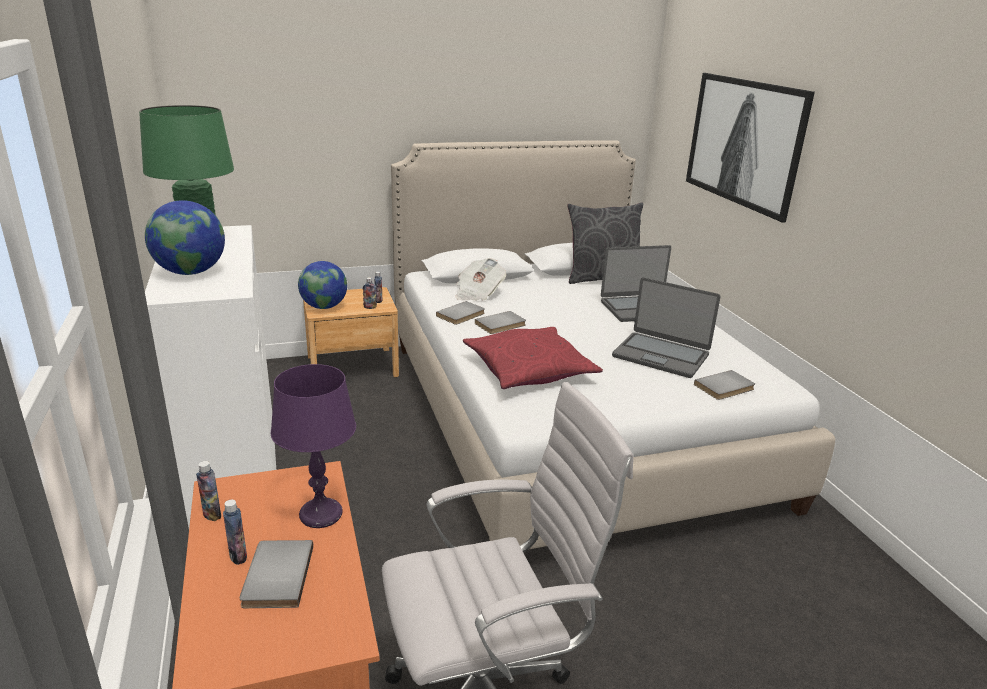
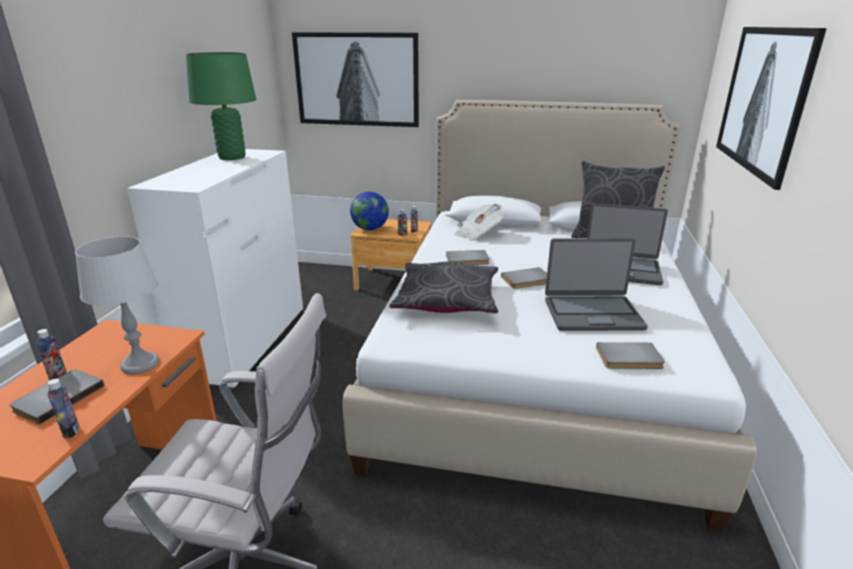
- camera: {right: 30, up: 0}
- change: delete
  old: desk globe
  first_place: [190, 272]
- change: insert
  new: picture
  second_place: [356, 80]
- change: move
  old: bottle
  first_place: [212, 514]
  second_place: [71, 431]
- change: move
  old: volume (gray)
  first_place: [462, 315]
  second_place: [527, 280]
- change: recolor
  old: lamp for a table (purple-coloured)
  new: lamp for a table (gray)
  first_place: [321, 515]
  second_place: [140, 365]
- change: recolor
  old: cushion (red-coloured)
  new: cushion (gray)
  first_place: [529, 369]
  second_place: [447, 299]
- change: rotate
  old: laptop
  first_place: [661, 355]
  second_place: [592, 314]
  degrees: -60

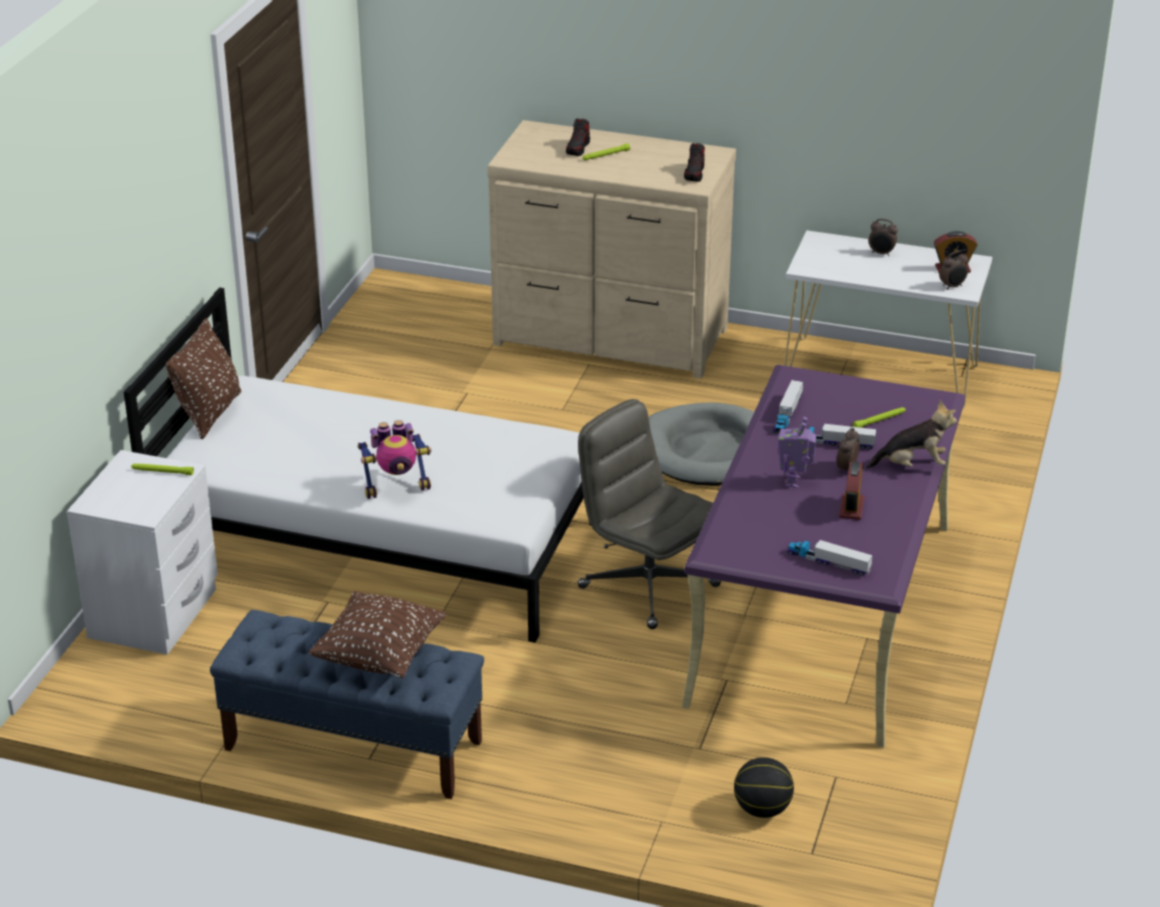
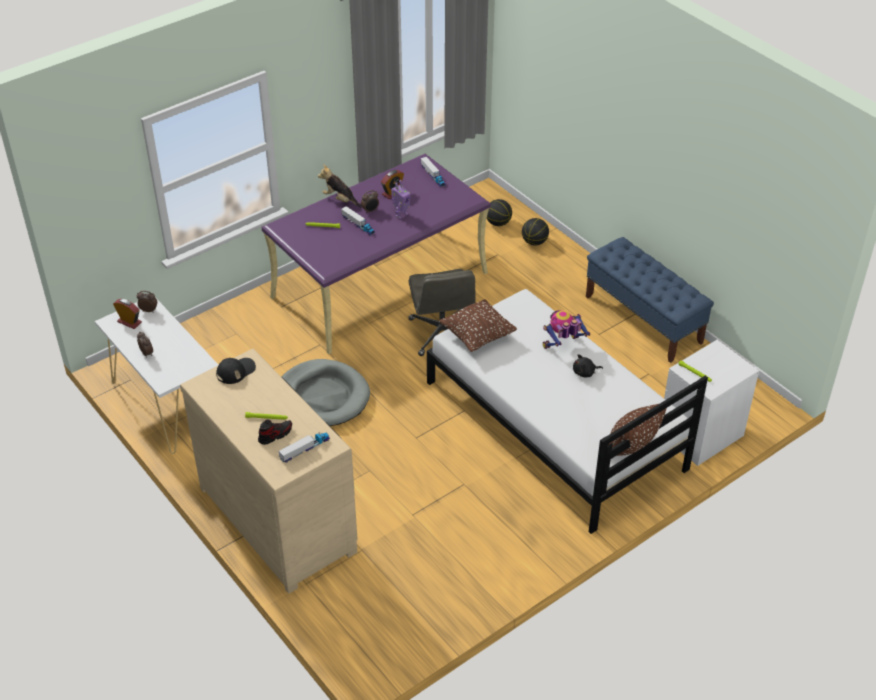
- camera: {right: -145, up: 10}
- change: insert
  new: ball for basketball
  second_place: [534, 242]
- change: insert
  new: cuddly toy (black)
  second_place: [585, 373]
- change: move
  old: cushion (brown-coloured)
  first_place: [379, 656]
  second_place: [477, 336]
- change: move
  old: toy lorry
  first_place: [787, 415]
  second_place: [305, 449]
- change: replace
  old: item of footwear
  new: cap (black)
  first_place: [694, 174]
  second_place: [236, 371]
- change: rotate
  old: model robot
  first_place: [396, 487]
  second_place: [563, 345]
  degrees: -45

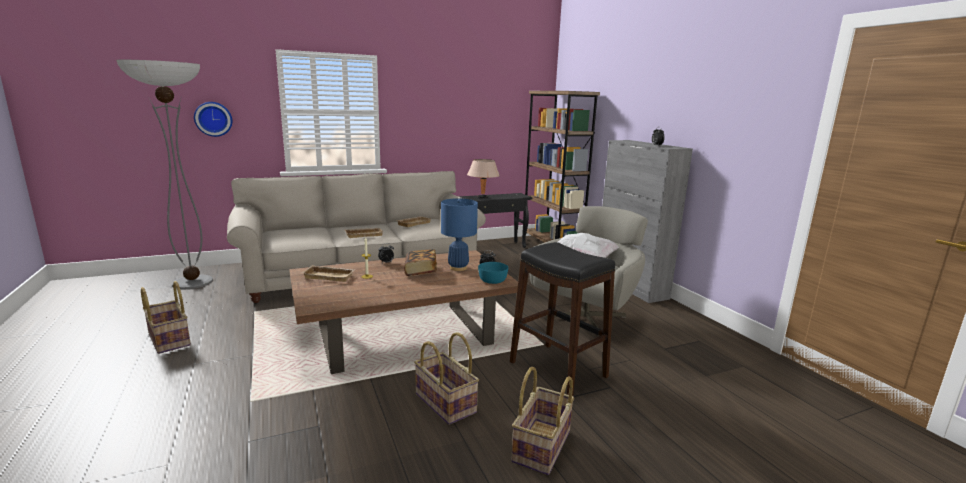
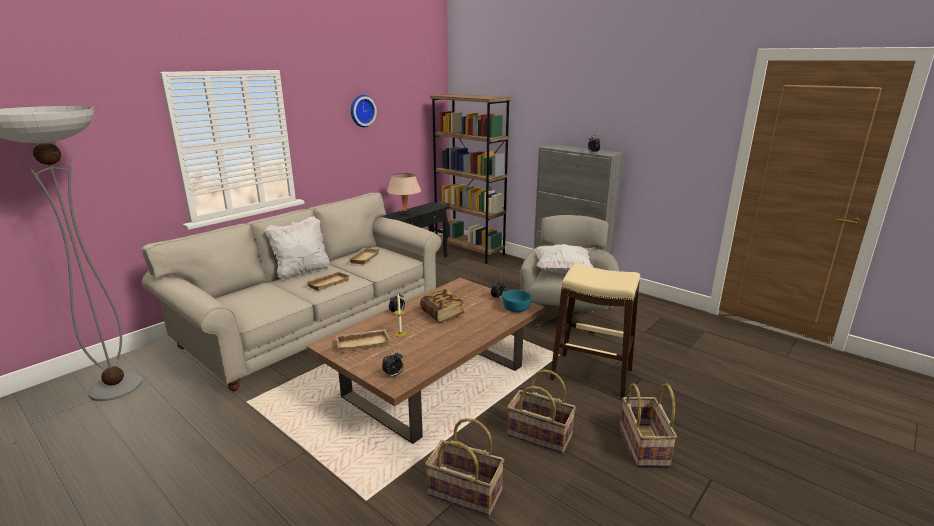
- camera: {right: -25, up: 5}
- change: delete
  old: lamp for a table (blue)
  first_place: [458, 268]
- change: insert
  new: cushion (white-coloured)
  second_place: [302, 272]
- change: insert
  new: table clock
  second_place: [393, 375]
- change: move
  old: storage basket
  first_place: [168, 340]
  second_place: [463, 493]
- change: move
  old: clock on the wall
  first_place: [213, 119]
  second_place: [361, 111]
- change: recolor
  old: stool (black)
  new: stool (sand-coloured)
  first_place: [557, 369]
  second_place: [591, 374]

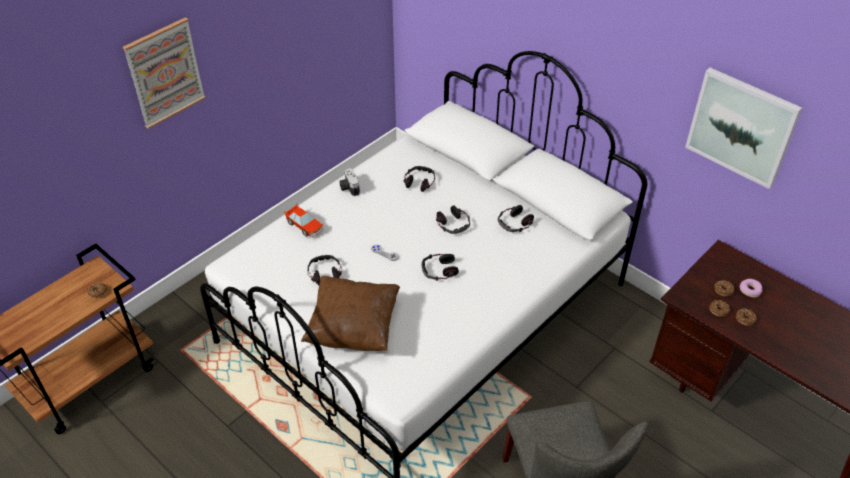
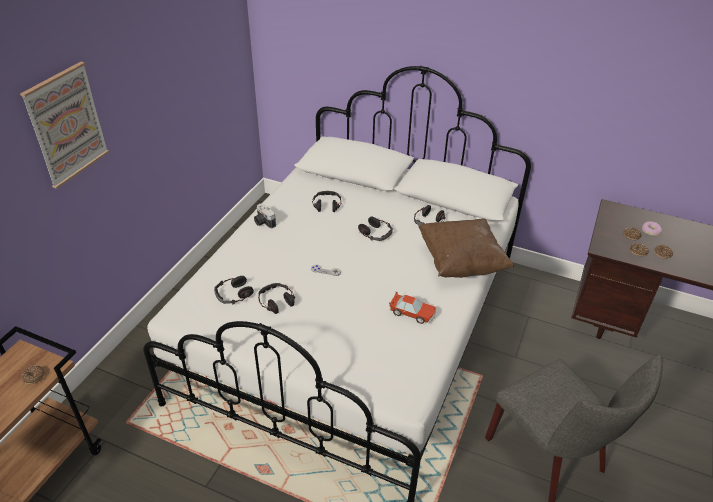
- camera: {right: -20, up: -5}
- change: delete
  old: picture
  first_place: [741, 127]
- change: move
  old: model car
  first_place: [305, 226]
  second_place: [412, 313]
- change: move
  old: cushion (brown-coloured)
  first_place: [353, 328]
  second_place: [461, 262]
- change: move
  old: pair of headphones
  first_place: [439, 270]
  second_place: [233, 294]

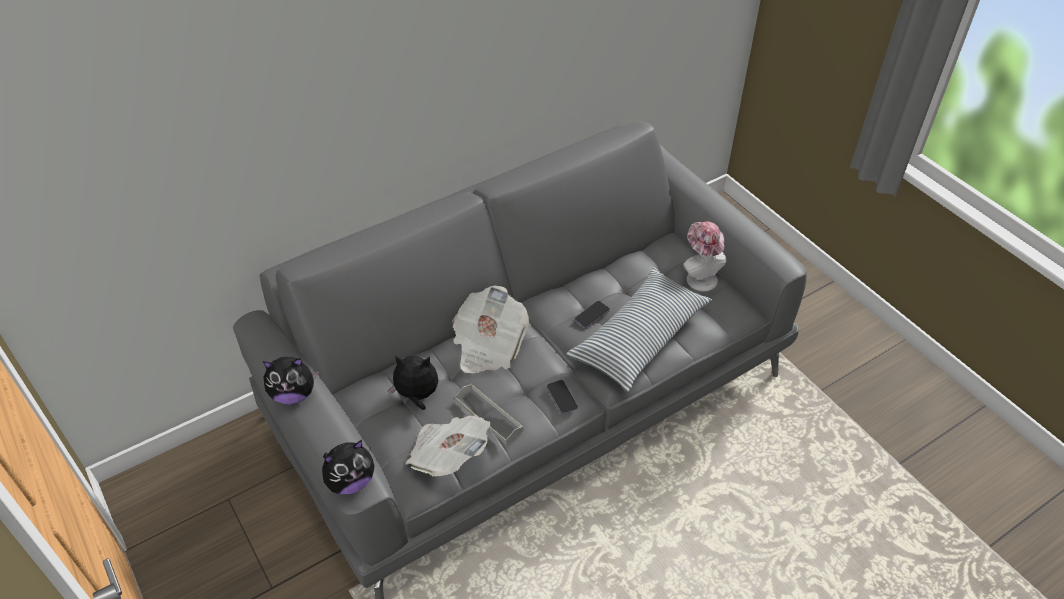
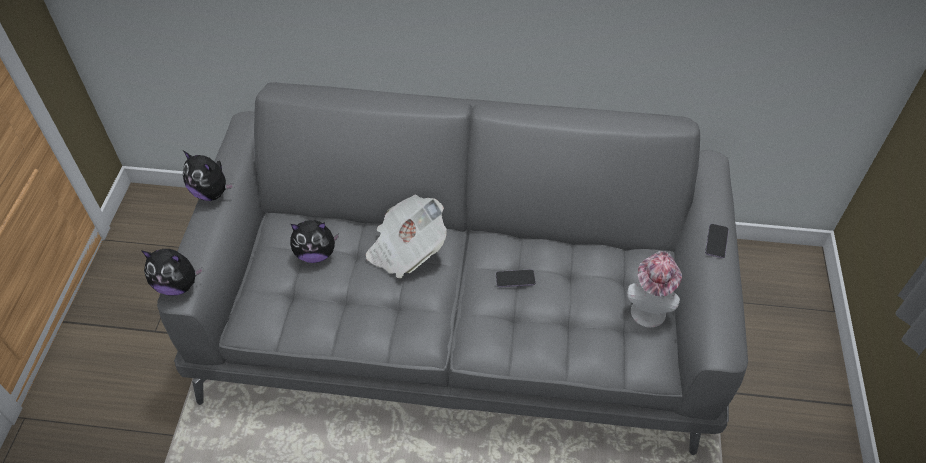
- camera: {right: 40, up: 5}
- change: delete
  old: daily paper
  first_place: [448, 456]
- change: delete
  old: tray (gray)
  first_place: [488, 416]
- change: delete
  old: cushion
  first_place: [639, 338]
- change: move
  old: phone
  first_place: [562, 397]
  second_place: [716, 241]
- change: rotate
  old: cuddly toy
  first_place: [417, 396]
  second_place: [316, 254]
  degrees: 135

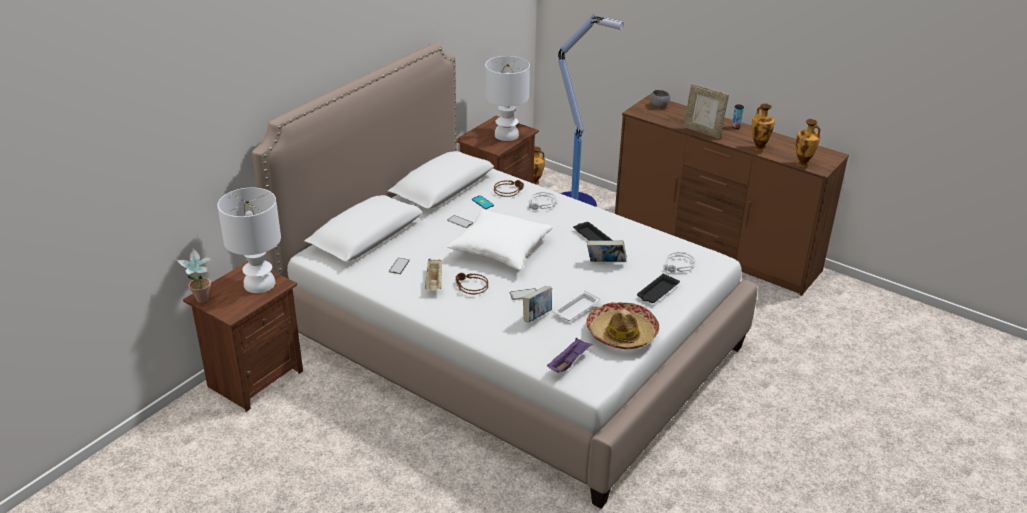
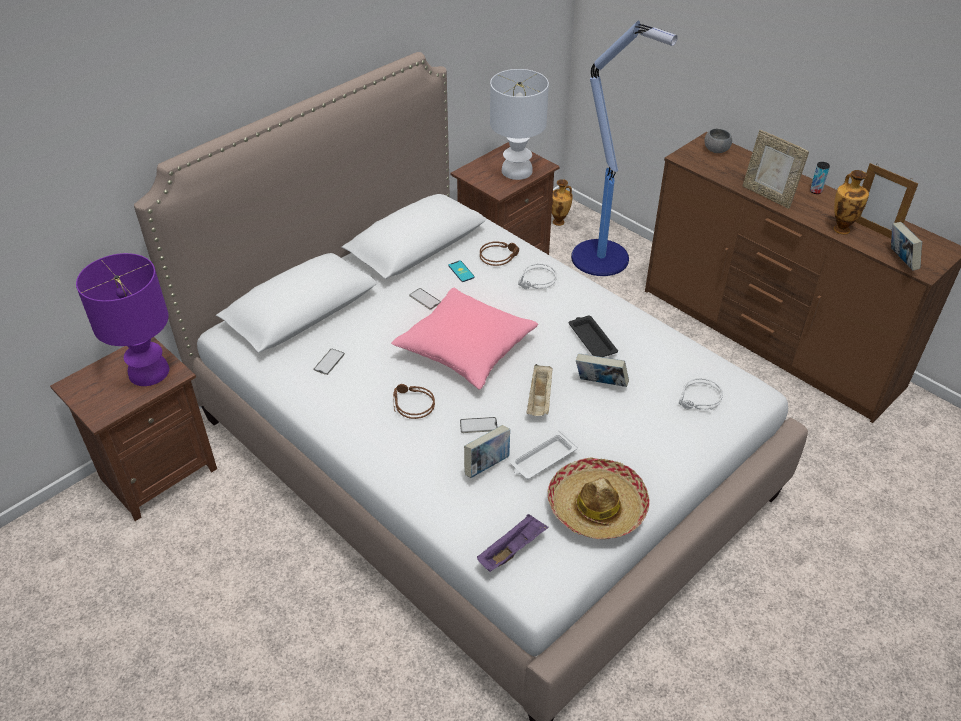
- camera: {right: 10, up: 10}
- change: delete
  old: potted plant
  first_place: [202, 302]
- change: delete
  old: tray (black)
  first_place: [657, 292]
- change: insert
  new: picture frame
  second_place: [873, 230]
- change: move
  old: tray (sand-coloured)
  first_place: [434, 282]
  second_place: [540, 399]
- change: replace
  old: decorative vase
  new: volume
  first_place: [803, 164]
  second_place: [900, 261]
- change: recolor
  old: lamp for a table (white-coloured)
  new: lamp for a table (purple-coloured)
  first_place: [259, 284]
  second_place: [148, 373]
- change: recolor
  old: cushion (white-coloured)
  new: cushion (pink-coloured)
  first_place: [500, 250]
  second_place: [465, 349]

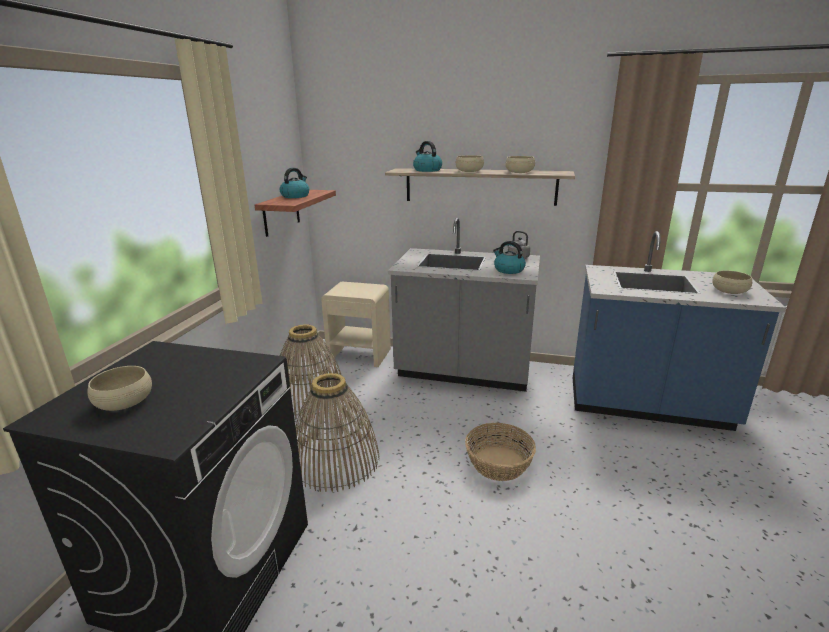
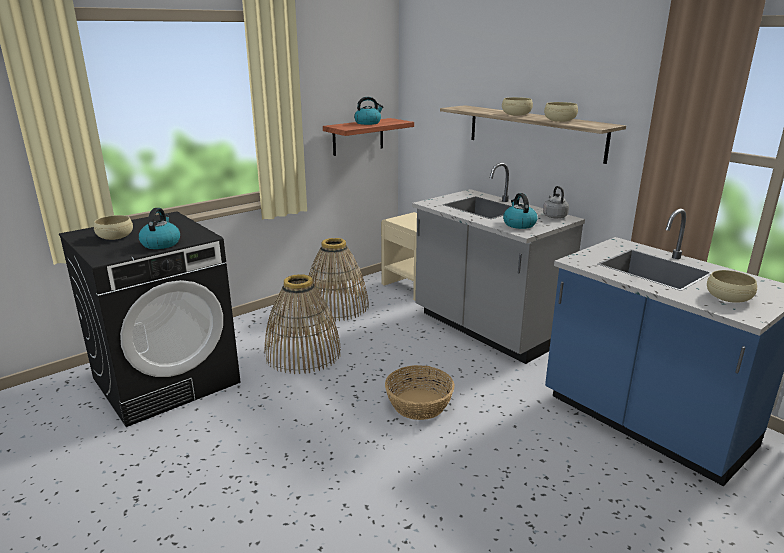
- camera: {right: 35, up: 0}
- change: move
  old: tea kettle
  first_place: [427, 170]
  second_place: [161, 243]

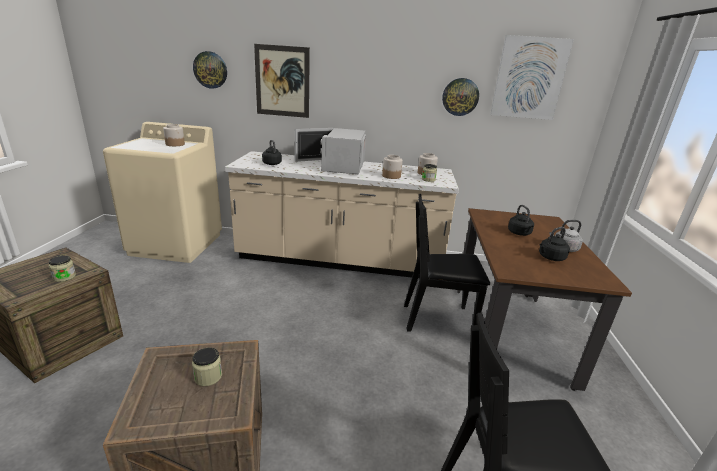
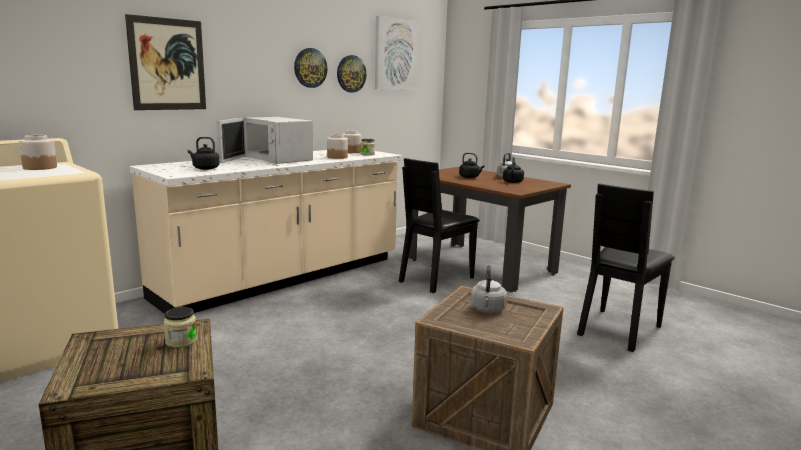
- camera: {right: -50, up: -10}
- change: move
  old: clock on the wall
  first_place: [210, 70]
  second_place: [310, 68]
- change: replace
  old: jar
  new: tea kettle (gray)
  first_place: [208, 376]
  second_place: [487, 310]

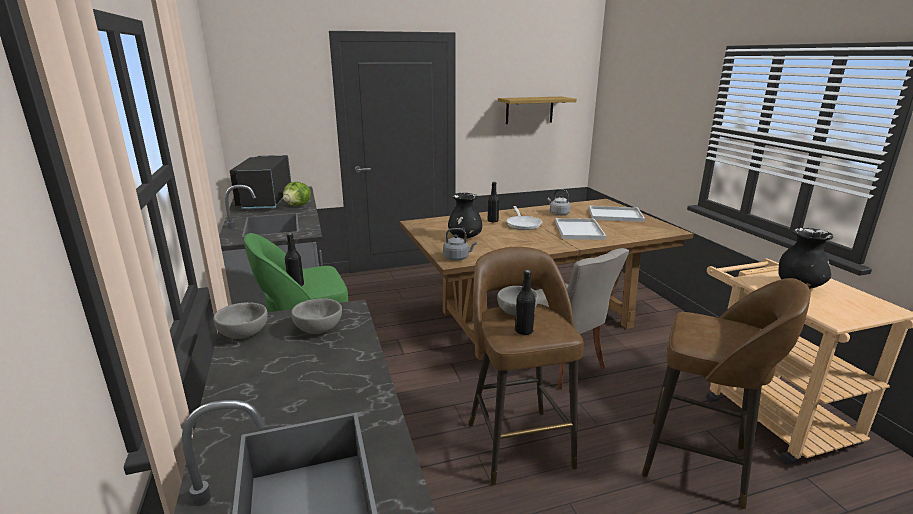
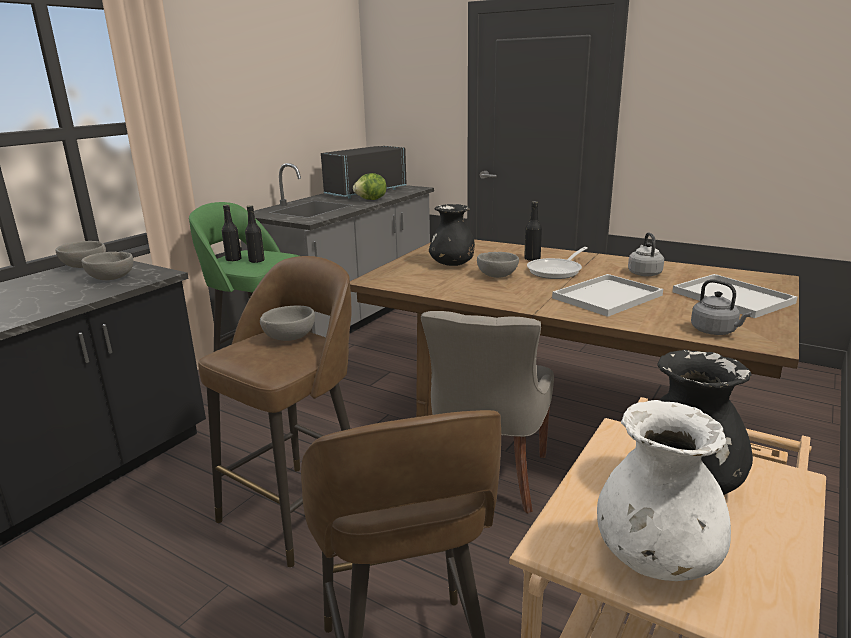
- camera: {right: 50, up: 0}
- change: delete
  old: wall shelf
  first_place: [529, 110]
- change: insert
  new: deep dish (gray)
  second_place: [496, 276]
- change: insert
  new: decorative vase (white-coloured)
  second_place: [655, 558]
- change: move
  old: tea kettle (gray)
  first_place: [457, 258]
  second_place: [715, 331]
- change: move
  old: bottle (black)
  first_place: [524, 331]
  second_place: [256, 261]

